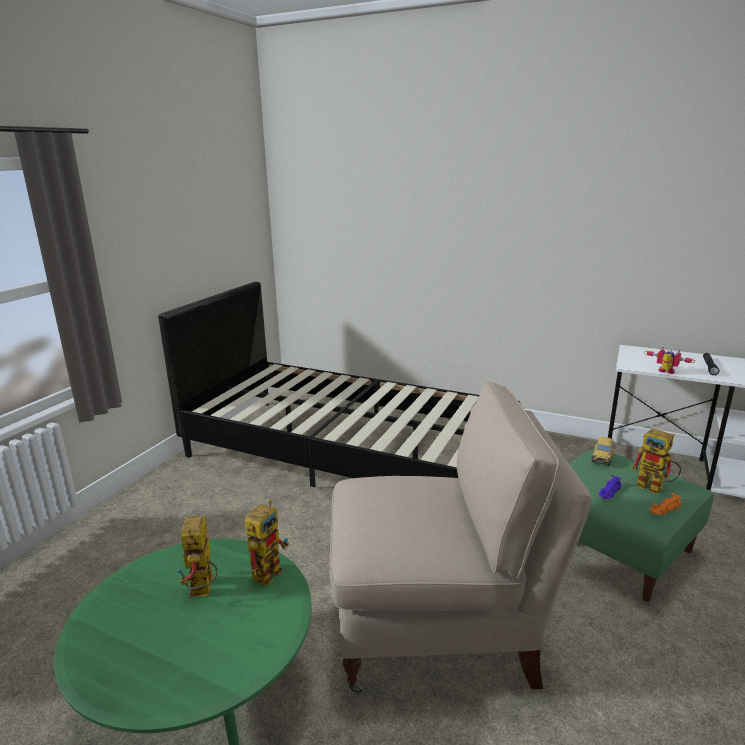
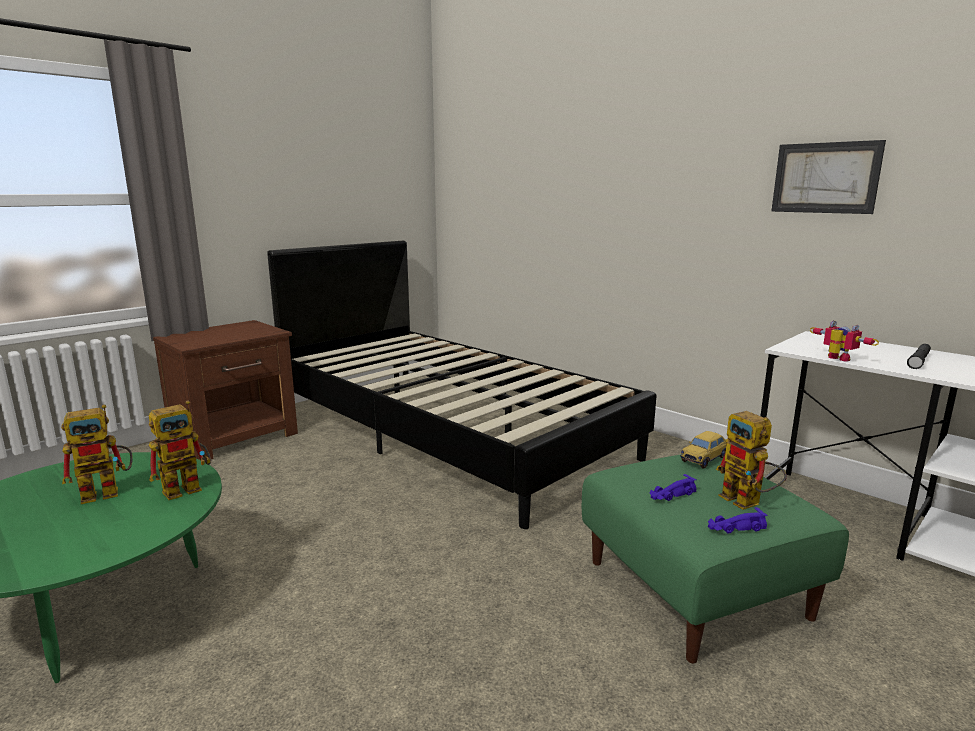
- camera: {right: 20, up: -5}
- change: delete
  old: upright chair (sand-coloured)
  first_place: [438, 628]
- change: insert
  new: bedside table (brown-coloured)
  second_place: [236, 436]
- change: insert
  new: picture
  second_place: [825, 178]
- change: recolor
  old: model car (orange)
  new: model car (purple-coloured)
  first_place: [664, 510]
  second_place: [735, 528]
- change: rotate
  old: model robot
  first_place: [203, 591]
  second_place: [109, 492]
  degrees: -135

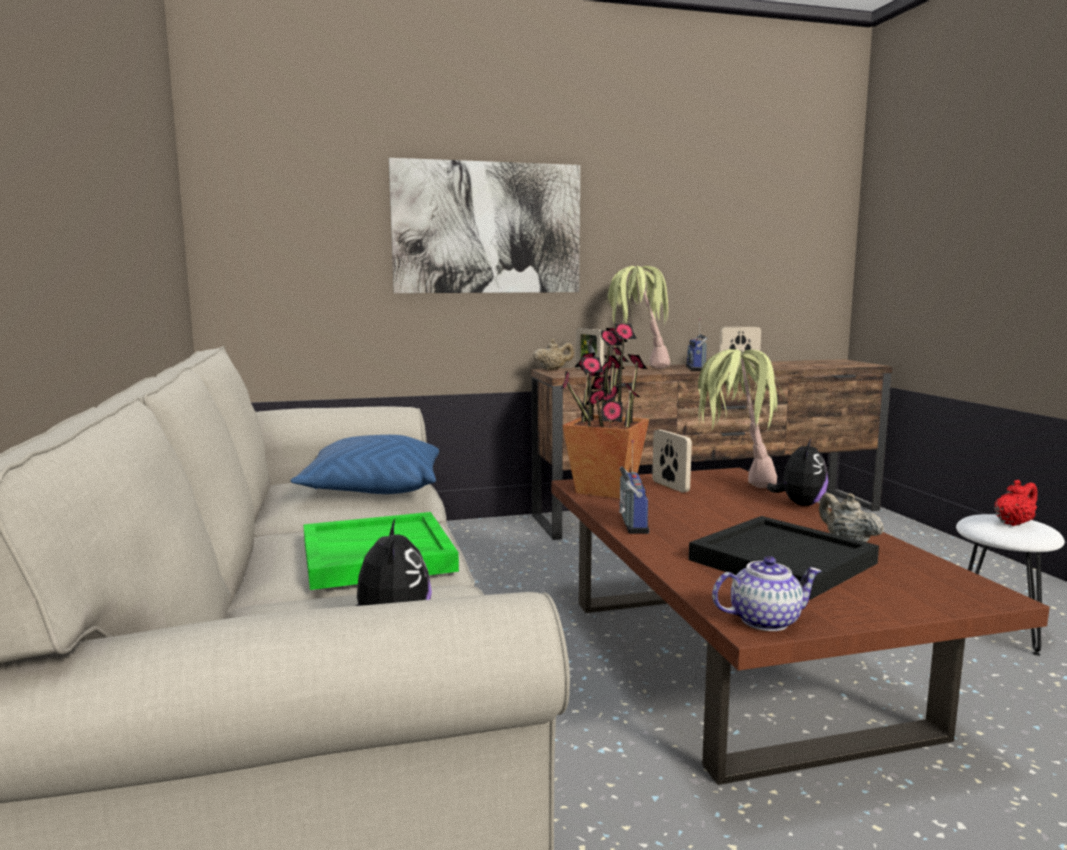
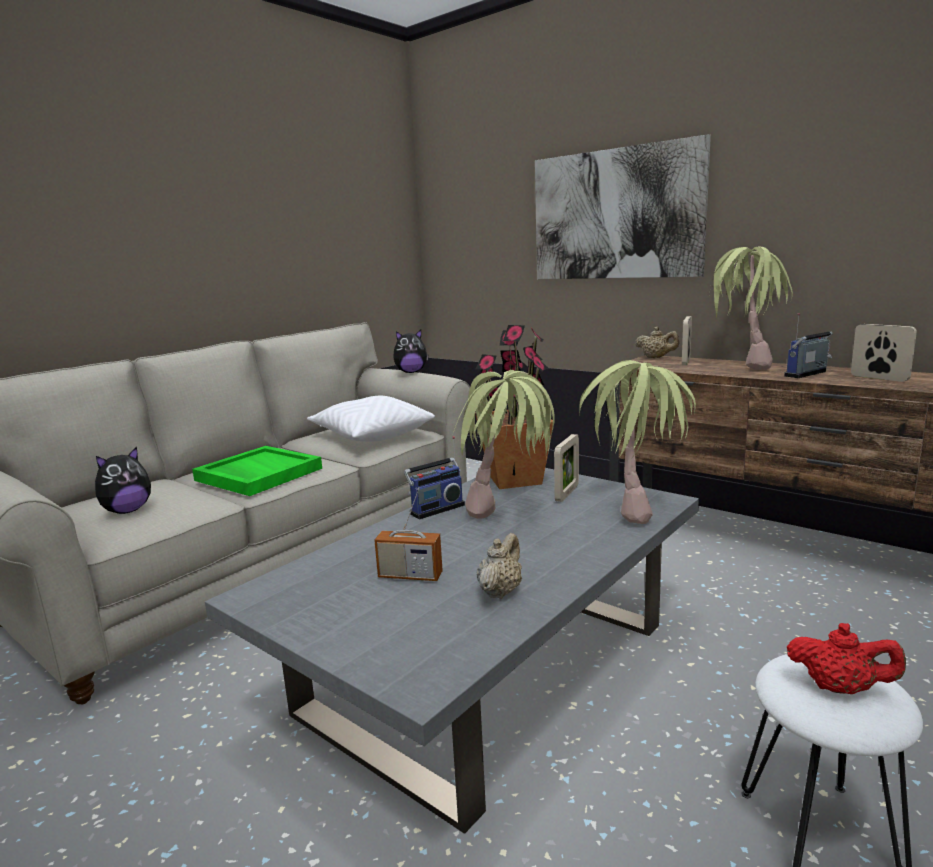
- camera: {right: 55, up: 5}
- change: delete
  old: tea pot
  first_place: [765, 620]
- change: insert
  new: potted plant
  second_place: [508, 523]
- change: move
  old: cuddly toy
  first_place: [800, 504]
  second_place: [411, 372]
- change: replace
  old: tray (black)
  new: radio set
  first_place: [781, 561]
  second_place: [410, 575]
- change: recolor
  old: cushion (blue)
  new: cushion (white-coloured)
  first_place: [373, 489]
  second_place: [371, 435]
- change: recolor
  old: lounge table (brown-coloured)
  new: lounge table (gray)
  first_place: [728, 659]
  second_place: [489, 664]

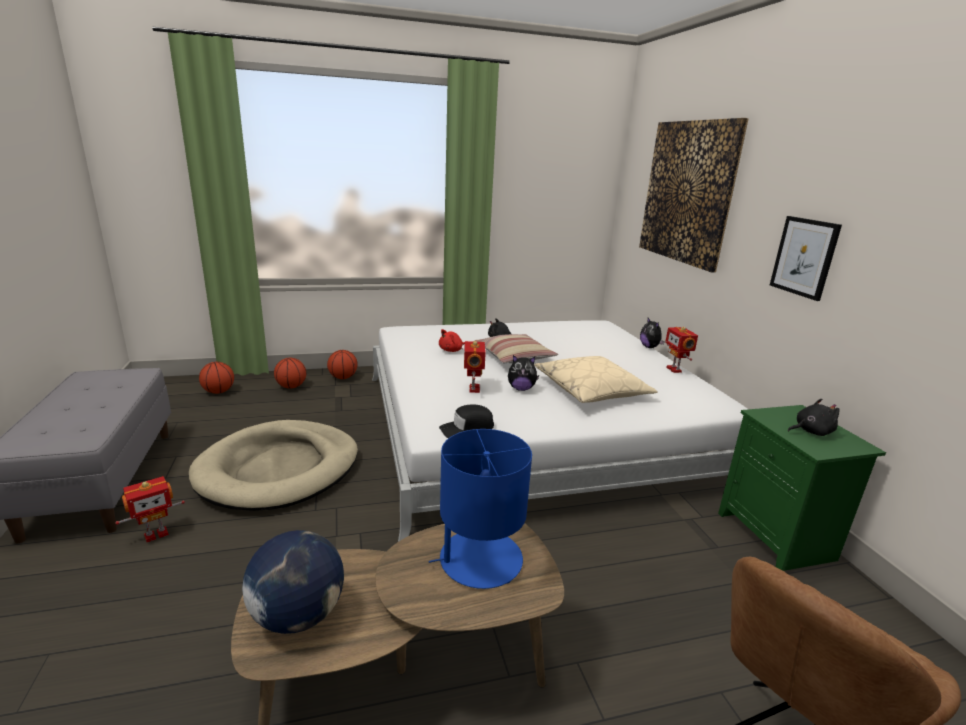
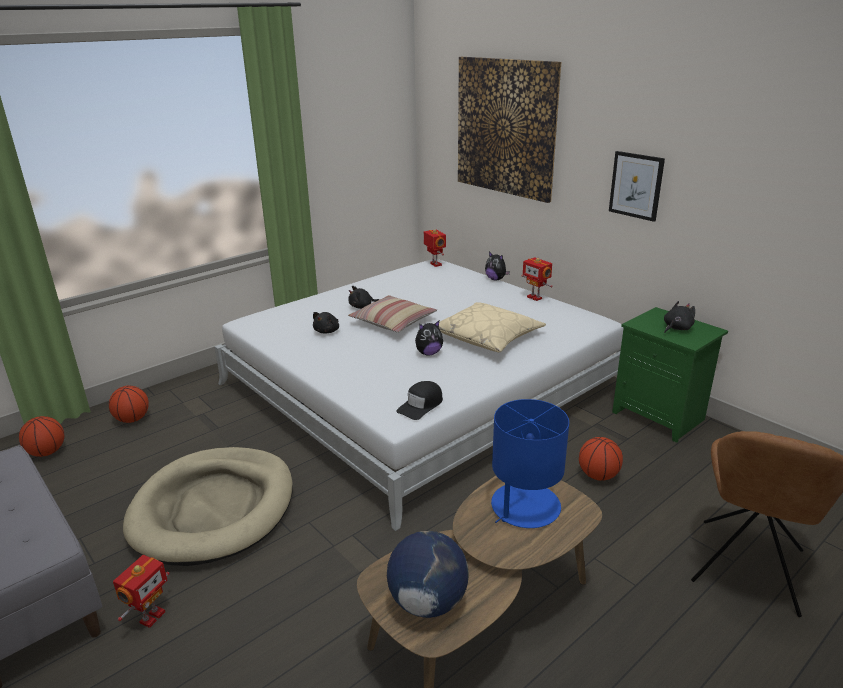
- camera: {right: -25, up: 5}
- change: move
  old: ball for basketball
  first_place: [343, 378]
  second_place: [598, 475]
- change: move
  old: model robot
  first_place: [473, 389]
  second_place: [435, 264]
- change: recolor
  old: cuddly toy (red-coloured)
  new: cuddly toy (black)
  first_place: [452, 350]
  second_place: [327, 331]

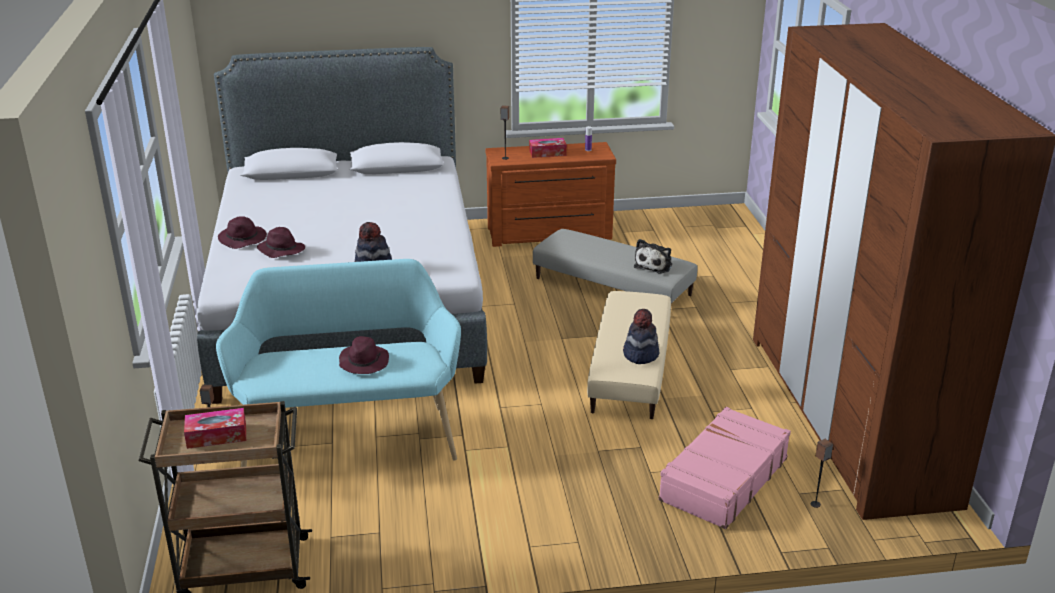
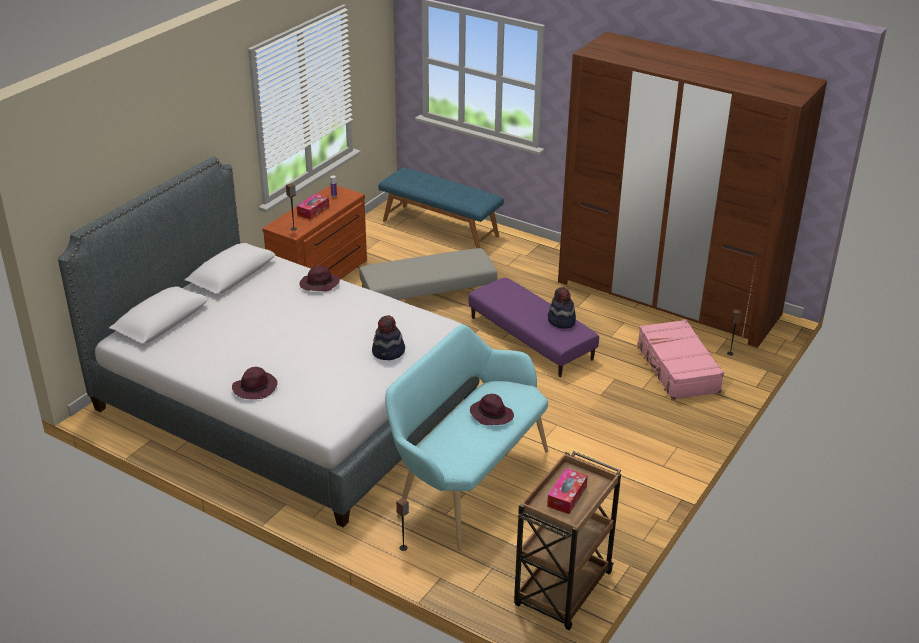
- camera: {right: -50, up: 5}
- change: delete
  old: cuddly toy
  first_place: [654, 265]
- change: insert
  new: indoor bench (blue)
  second_place: [441, 228]
- change: move
  old: hat (purple-coloured)
  first_place: [281, 250]
  second_place: [319, 285]
- change: recolor
  old: ottoman (sand-coloured)
  new: ottoman (purple-coloured)
  first_place: [630, 368]
  second_place: [531, 338]

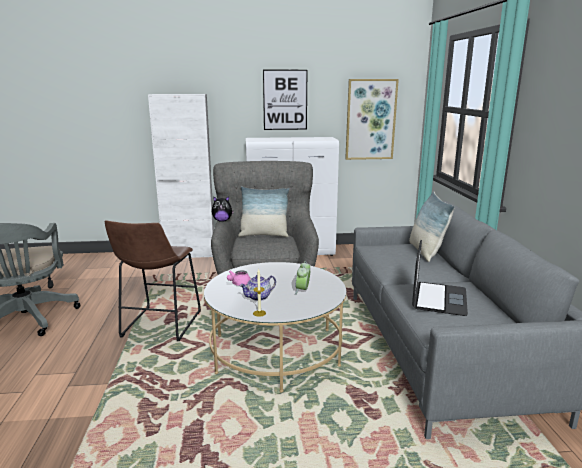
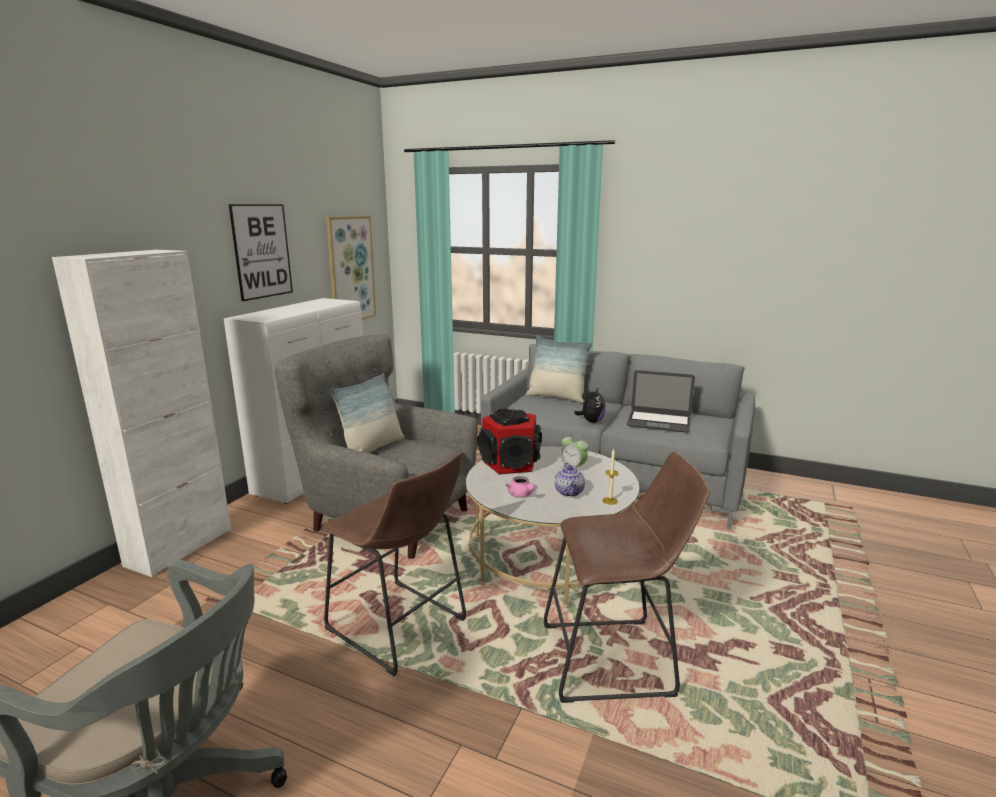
- camera: {right: -60, up: 0}
- change: insert
  new: speaker
  second_place: [511, 463]
- change: insert
  new: stool (brown-coloured)
  second_place: [615, 660]
- change: move
  old: cuddly toy
  first_place: [222, 221]
  second_place: [591, 421]
- change: rotate
  old: laptop
  first_place: [439, 298]
  second_place: [659, 422]
  degrees: 150

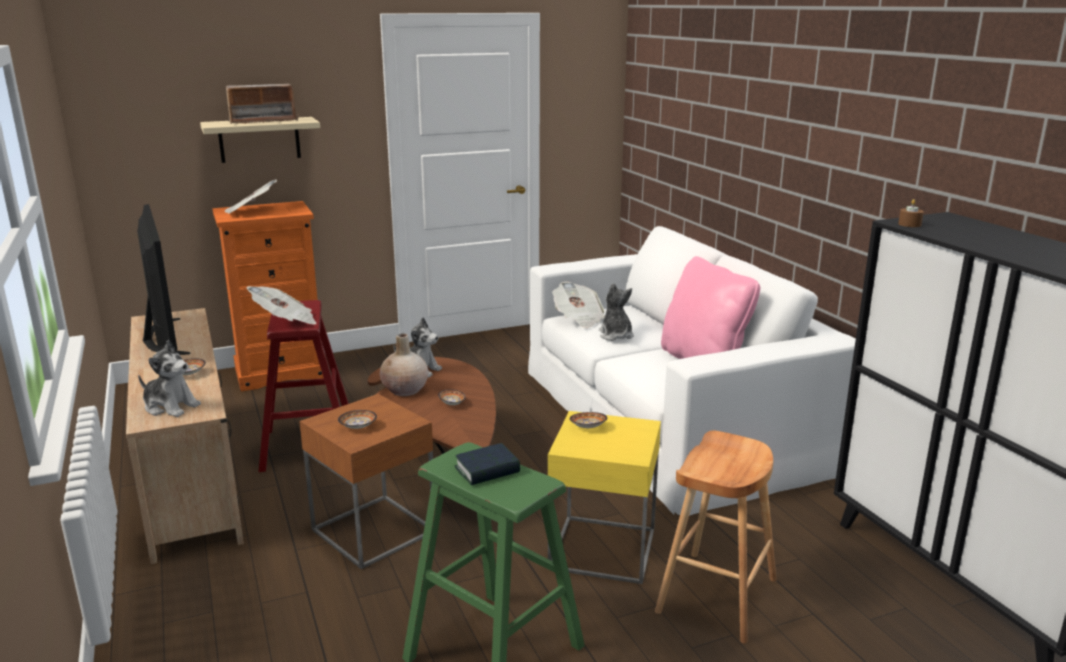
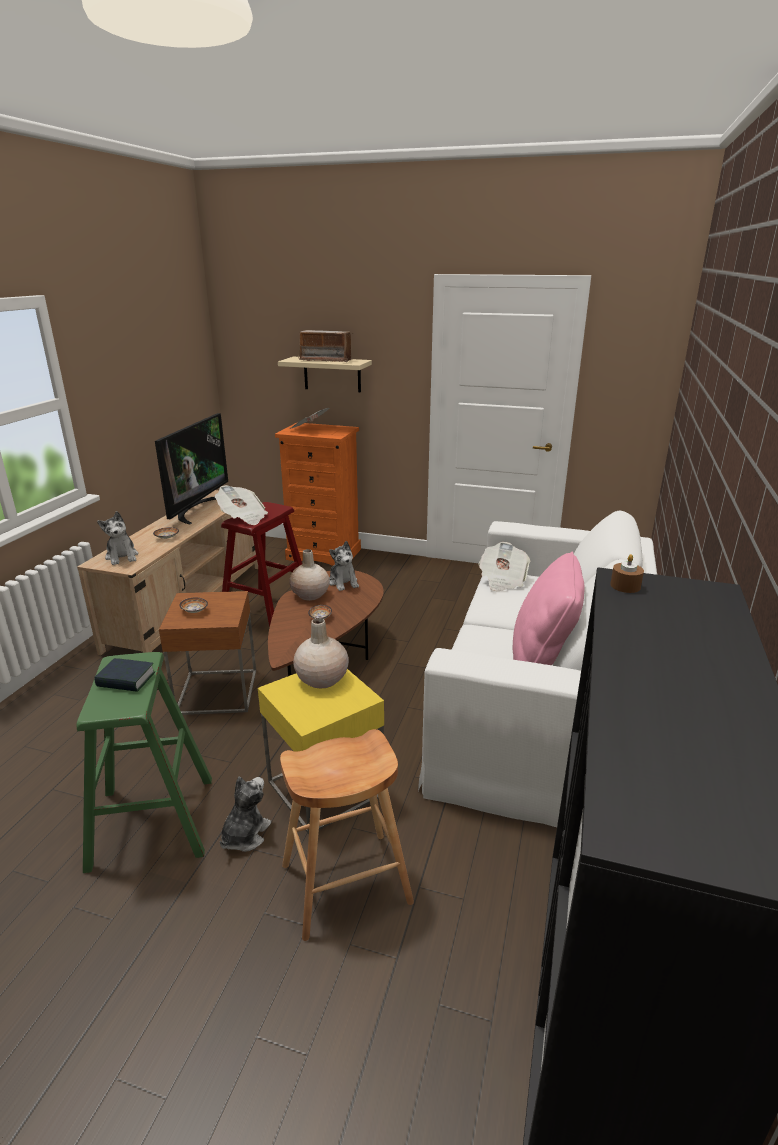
- camera: {right: 40, up: 5}
- change: move
  old: cuddly toy
  first_place: [616, 335]
  second_place: [245, 835]
- change: replace
  old: deep dish
  new: decorative vase (sand-coloured)
  first_place: [588, 427]
  second_place: [321, 679]

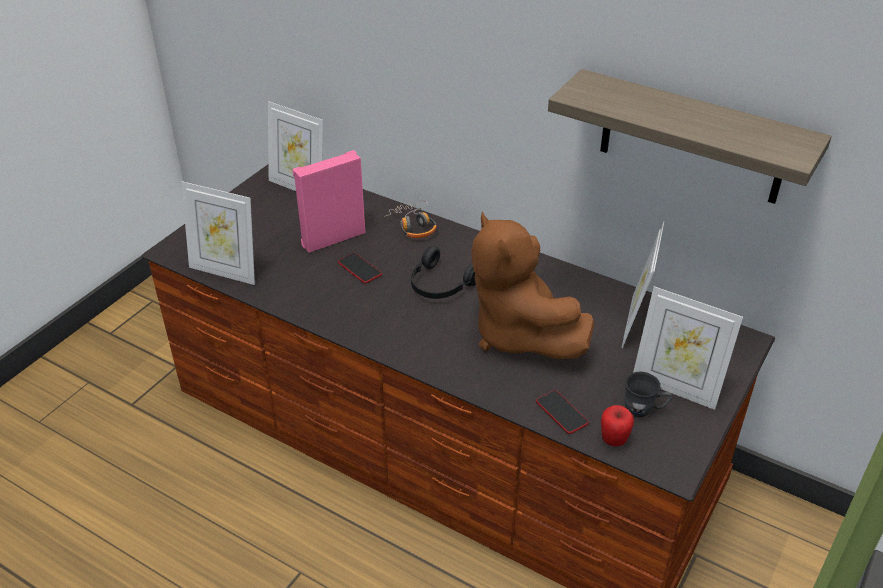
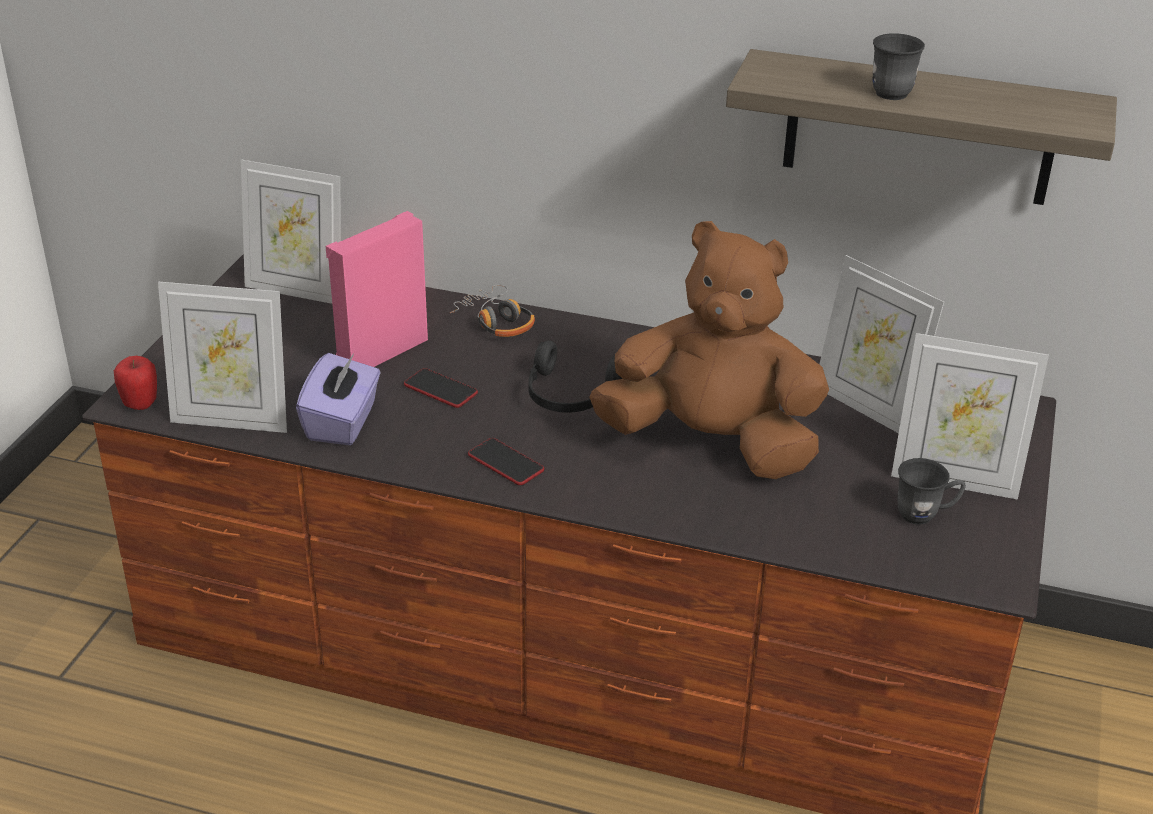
- camera: {right: -15, up: -5}
- change: insert
  new: box of tissues (purple-coloured)
  second_place: [342, 422]
- change: insert
  new: mug (gray)
  second_place: [890, 90]
- change: move
  old: phone
  first_place: [561, 412]
  second_place: [505, 463]
- change: move
  old: apple
  first_place: [614, 440]
  second_place: [140, 404]
- change: rotate
  old: cuddly toy (brown-coloured)
  first_place: [519, 334]
  second_place: [711, 444]
  degrees: 150
- change: rotate
  old: picture frame
  first_place: [636, 323]
  second_place: [866, 406]
  degrees: -45

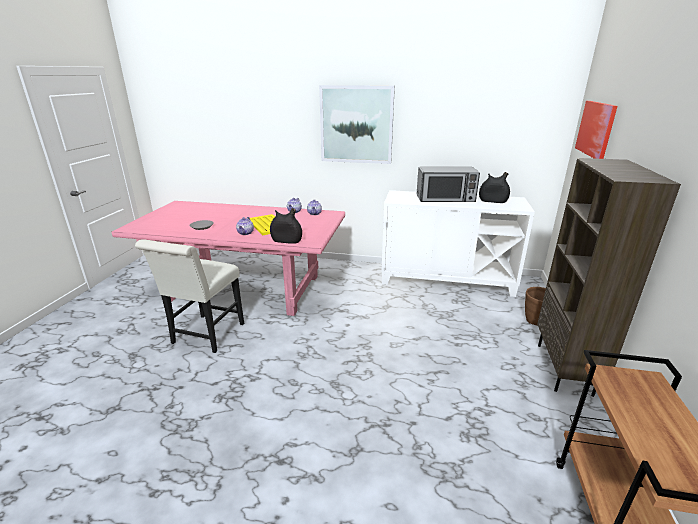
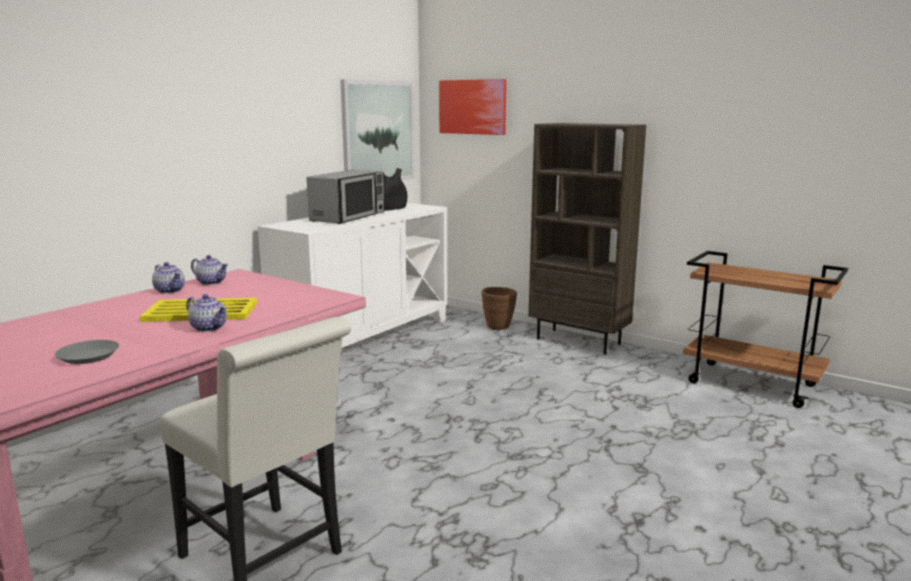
- camera: {right: -65, up: -10}
- change: delete
  old: decorative vase (black)
  first_place: [286, 241]
- change: move
  old: picture
  first_place: [356, 125]
  second_place: [378, 132]

